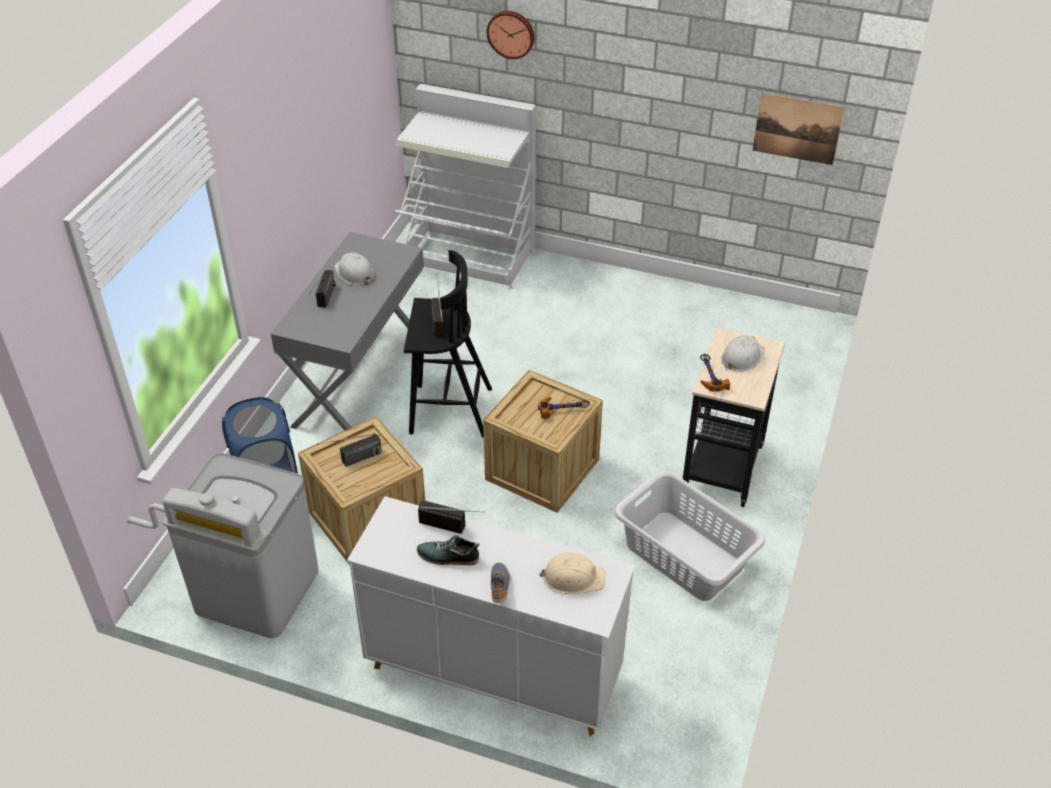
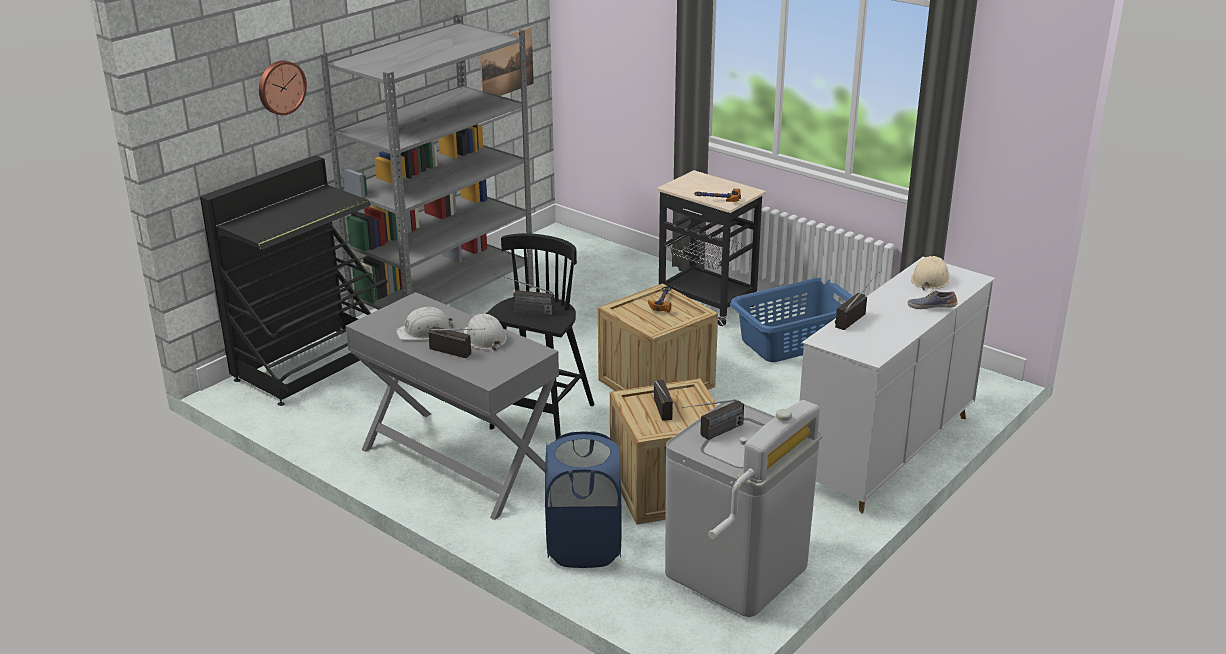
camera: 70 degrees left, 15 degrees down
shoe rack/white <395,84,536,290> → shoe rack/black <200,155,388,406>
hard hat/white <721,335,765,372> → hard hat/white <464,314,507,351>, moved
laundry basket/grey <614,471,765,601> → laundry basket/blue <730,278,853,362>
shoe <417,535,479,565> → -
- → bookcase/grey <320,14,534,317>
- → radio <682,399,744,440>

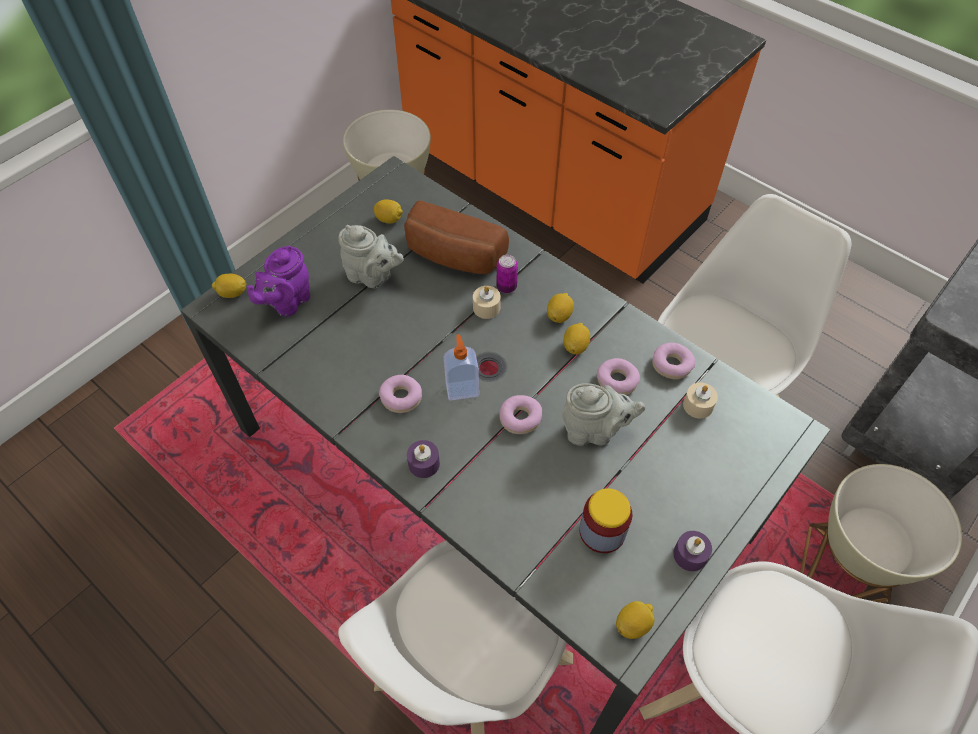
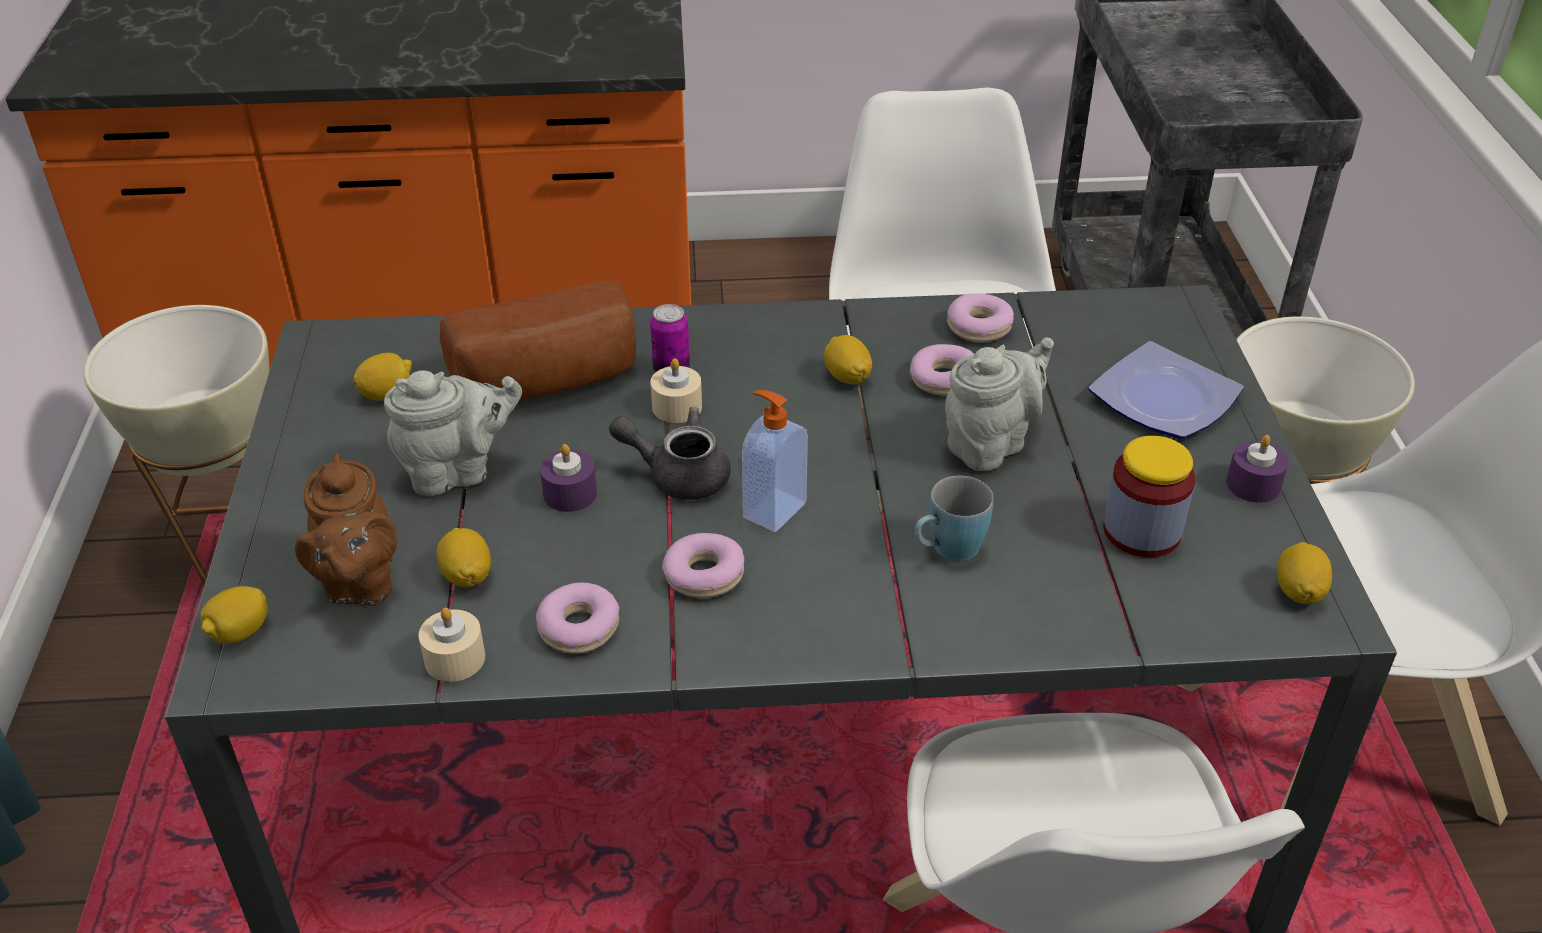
camera: 45 degrees left, 15 degrees down
teapot/purple <247,246,310,317> → teapot/brown <295,453,397,606>
lemon <547,293,574,323> → lemon <436,528,491,587>, moved
candle/beige <683,382,718,419> → candle/beige <419,608,485,682>, moved
donut <499,395,542,434> → donut <536,582,620,654>, moved
candle/purple <407,440,440,478> → candle/purple <540,444,597,512>, moved
- → plate <1088,341,1244,439>
- → teapot/grey <609,407,731,500>
- → mug/blue <915,476,994,561>

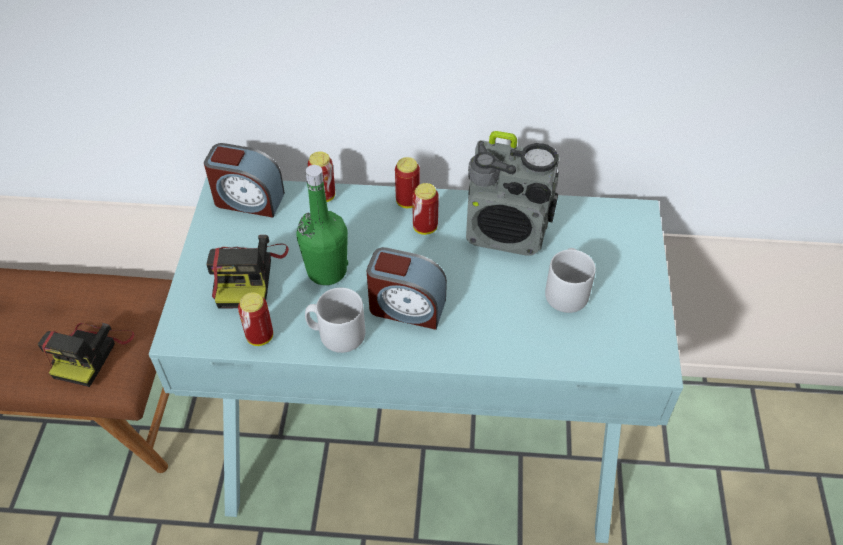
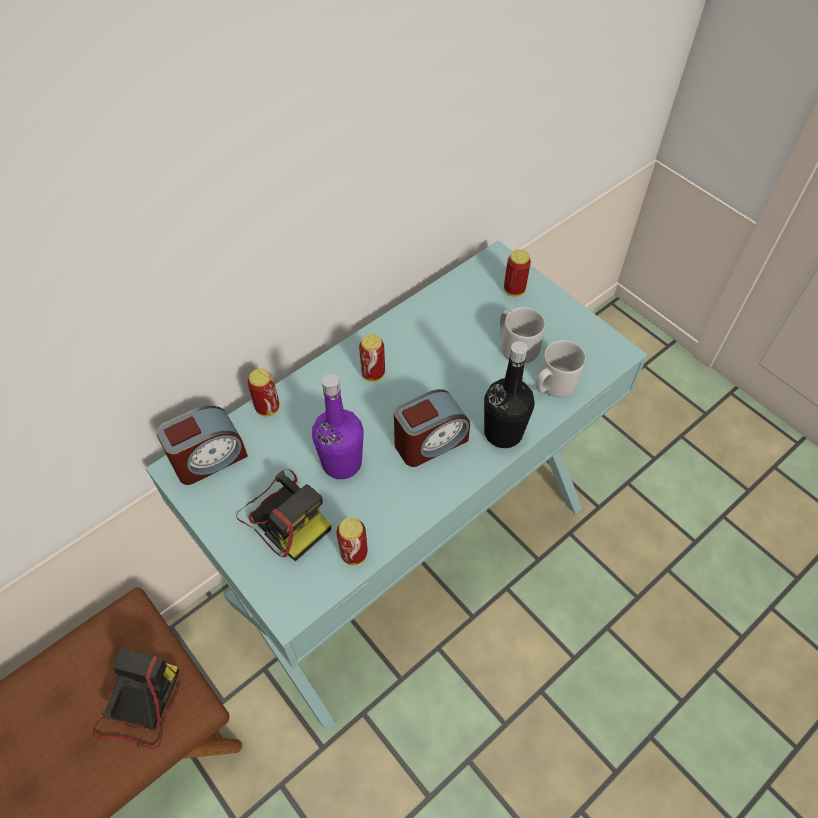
camera: 45 degrees left, 5 degrees up
radio <466,131,559,256> → -
can <395,157,420,208> → can <504,249,531,297>, moved
bottle/green <296,165,348,285> → bottle/purple <312,374,364,479>
mug/grey <305,288,365,353> → mug/grey <536,340,586,398>, moved
photo camera <37,323,134,387> → photo camera <93,648,180,749>, 135 degrees counterclockwise
- → bottle/black <484,341,535,448>

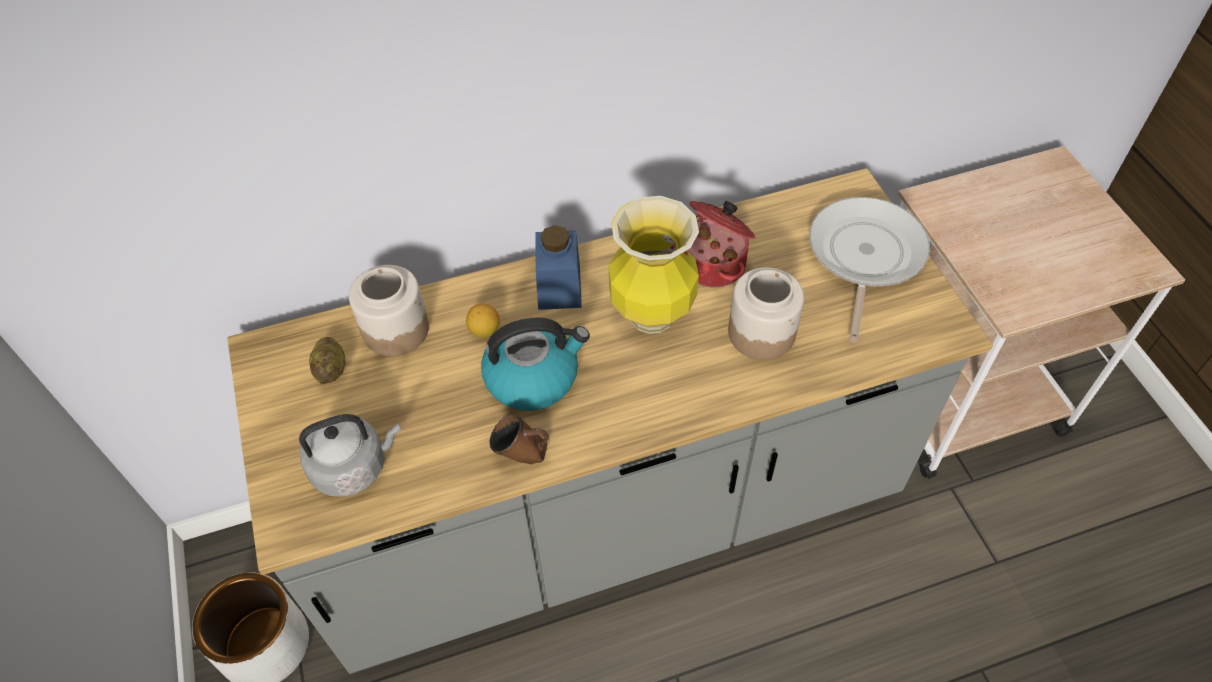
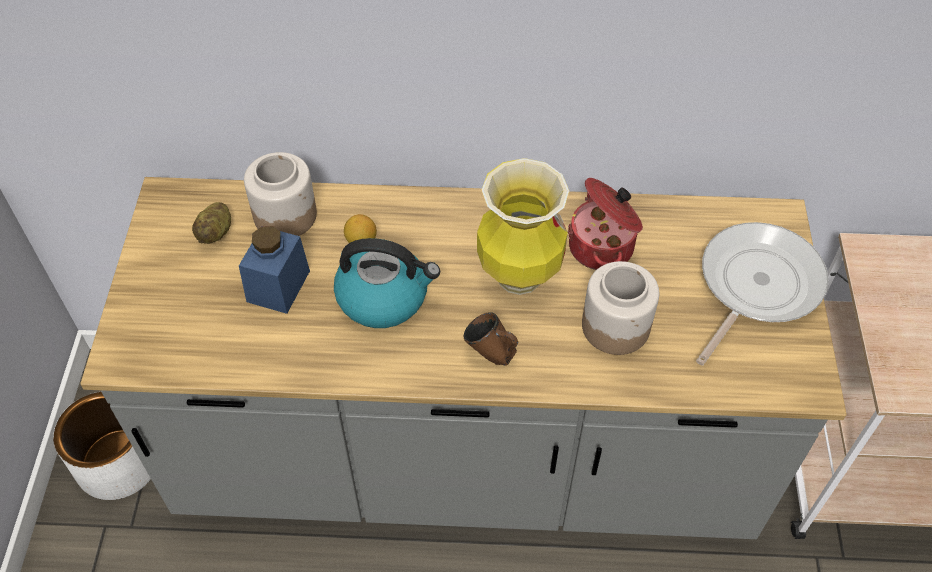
camera: 20 degrees right, 0 degrees up
jar/blue <535,225,582,310> → jar/blue <239,226,310,314>, moved
kettle/grey <299,414,401,497> → -
mug/brown <490,414,549,464> → mug/brown <464,312,518,366>, moved

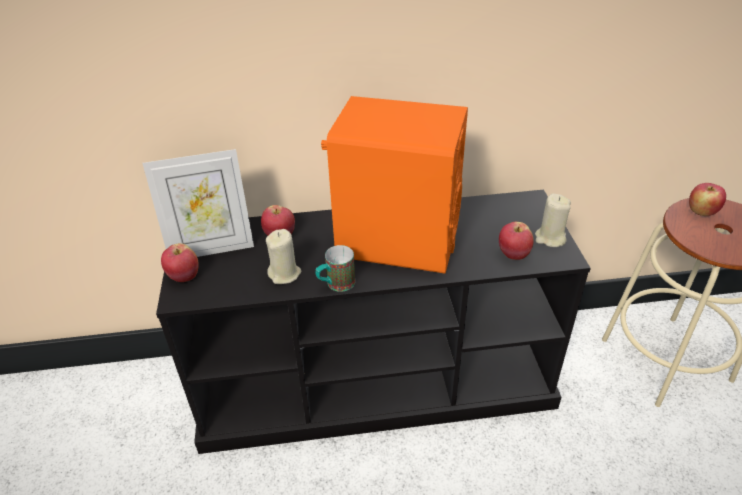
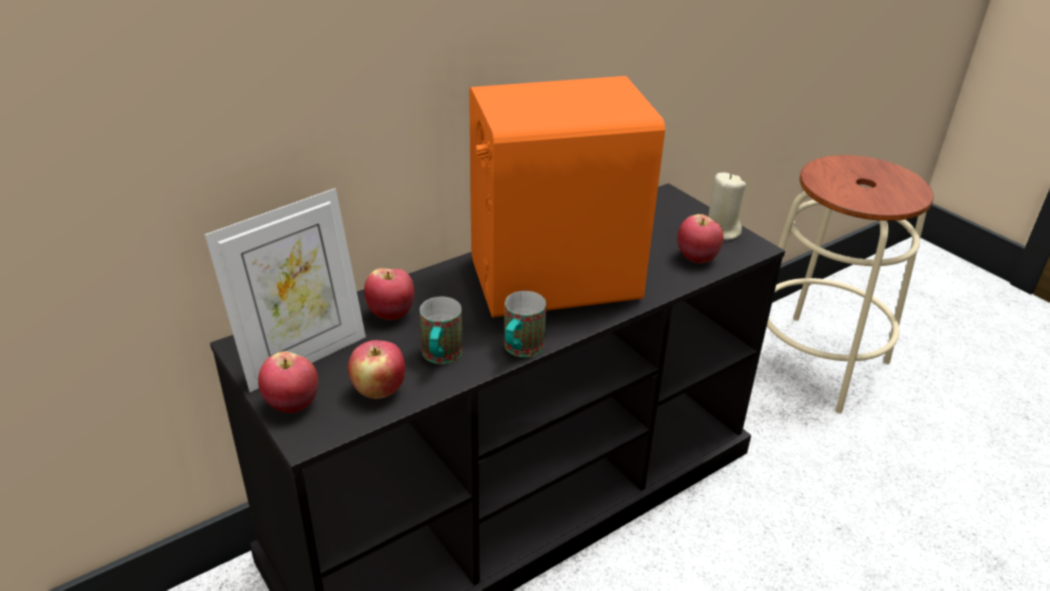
camera: 30 degrees left, 5 degrees down
apple <689,183,726,216> → apple <348,340,406,399>, moved
candle/beige <266,229,301,284> → mug <420,297,463,364>

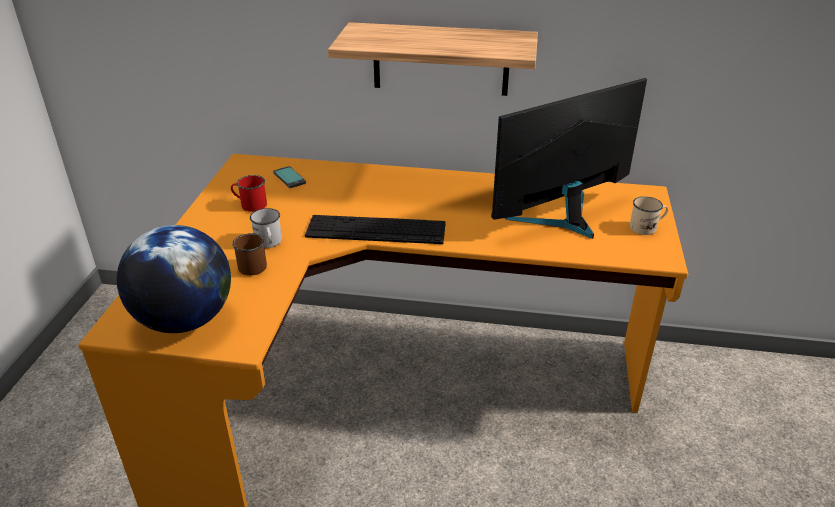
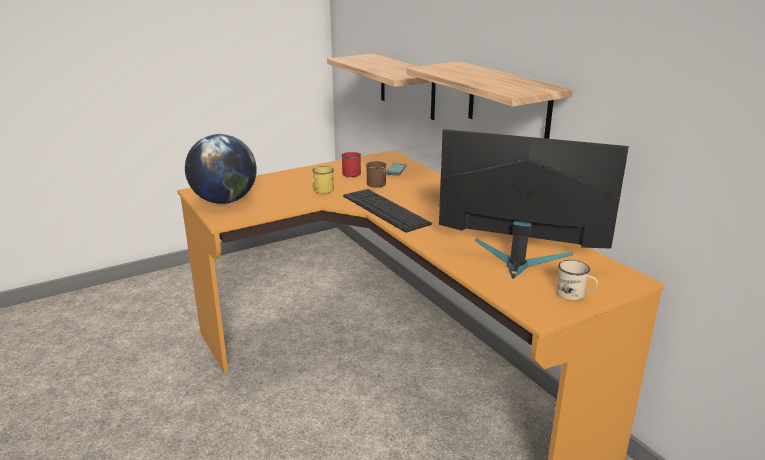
camera: 50 degrees right, 10 degrees down
mug/white <250,208,282,248> → mug/yellow <312,166,334,193>
mug/brown <232,233,267,275> → mug/brown <366,161,387,188>, moved
- → shelf <327,54,436,120>

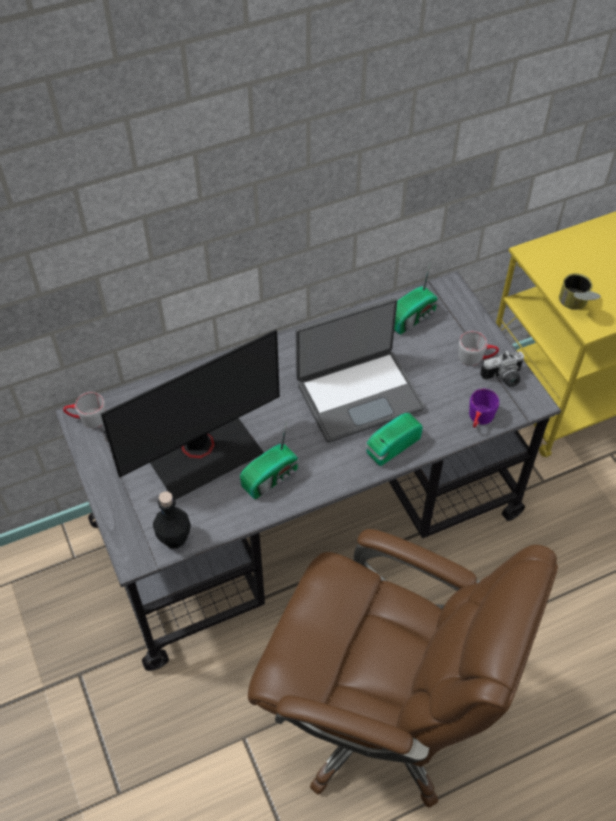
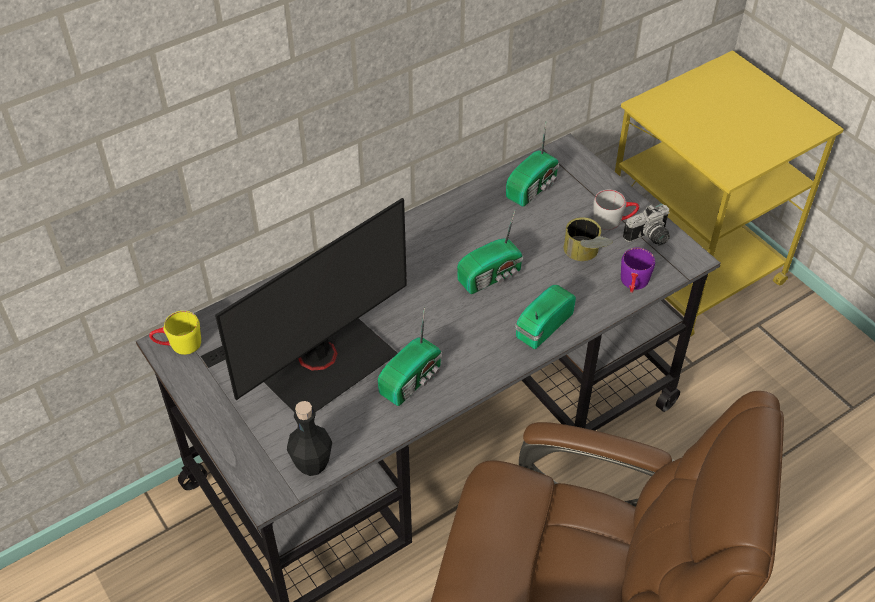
camera: 10 degrees left, 5 degrees down
can <559,273,601,310> → can <564,217,612,261>, moved
laptop <295,298,425,442> → radio <457,211,523,294>
mug/grey <63,392,106,428> → mug/yellow <149,311,201,355>

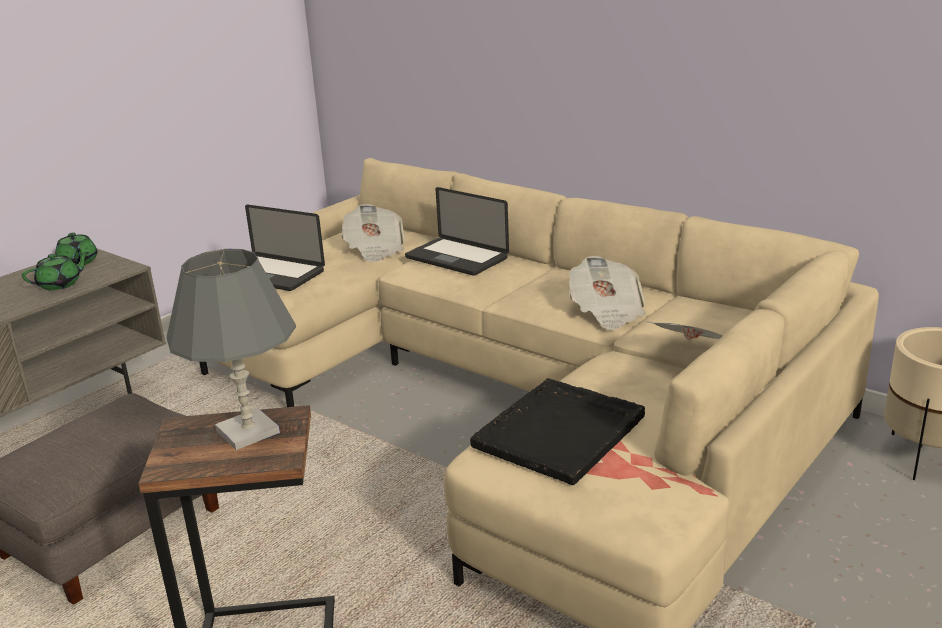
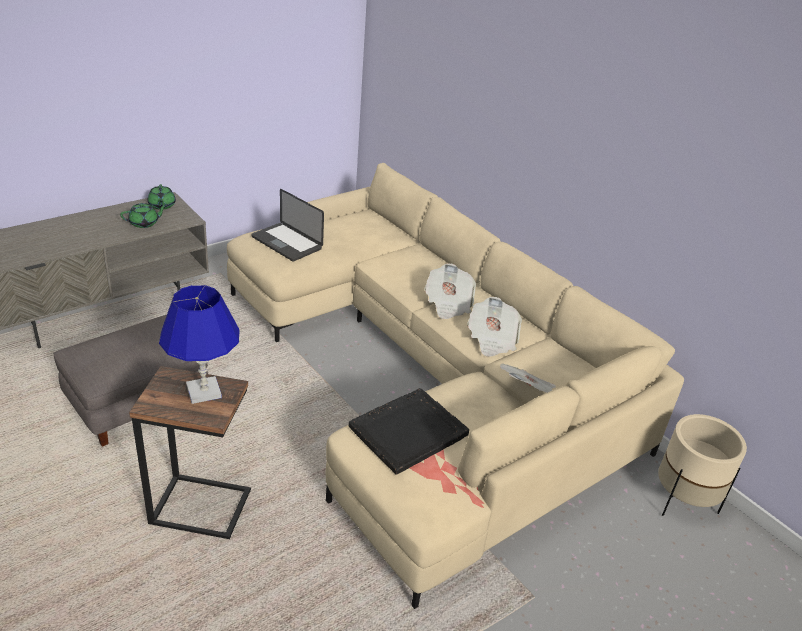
camera: 10 degrees right, 10 degrees up
laptop <405,187,509,276> → -
newspaper <341,204,404,263> → newspaper <424,263,476,319>, moved
table lamp/grey <167,249,296,450> → table lamp/blue <159,285,240,404>

